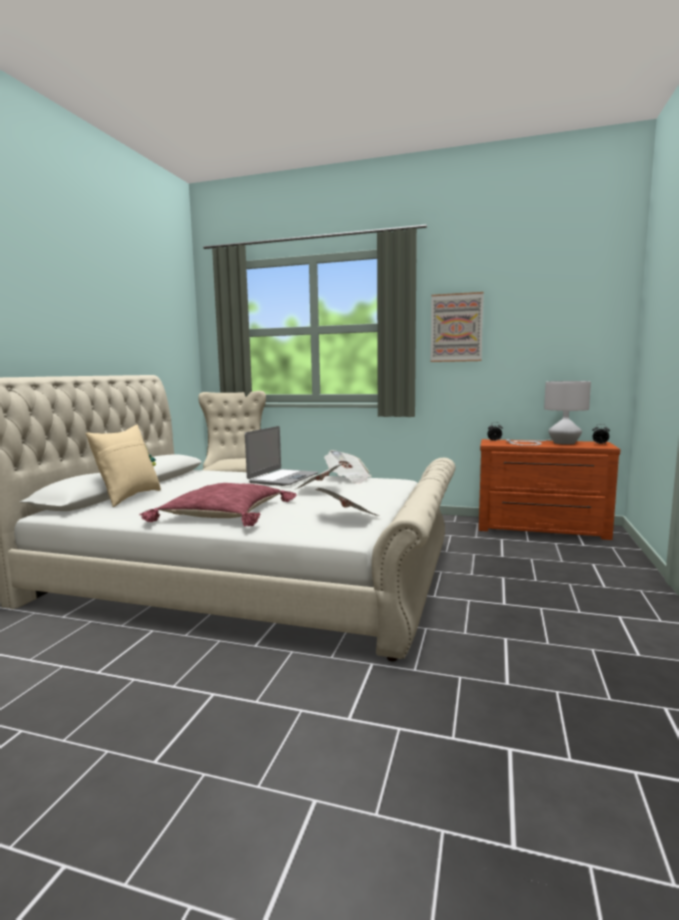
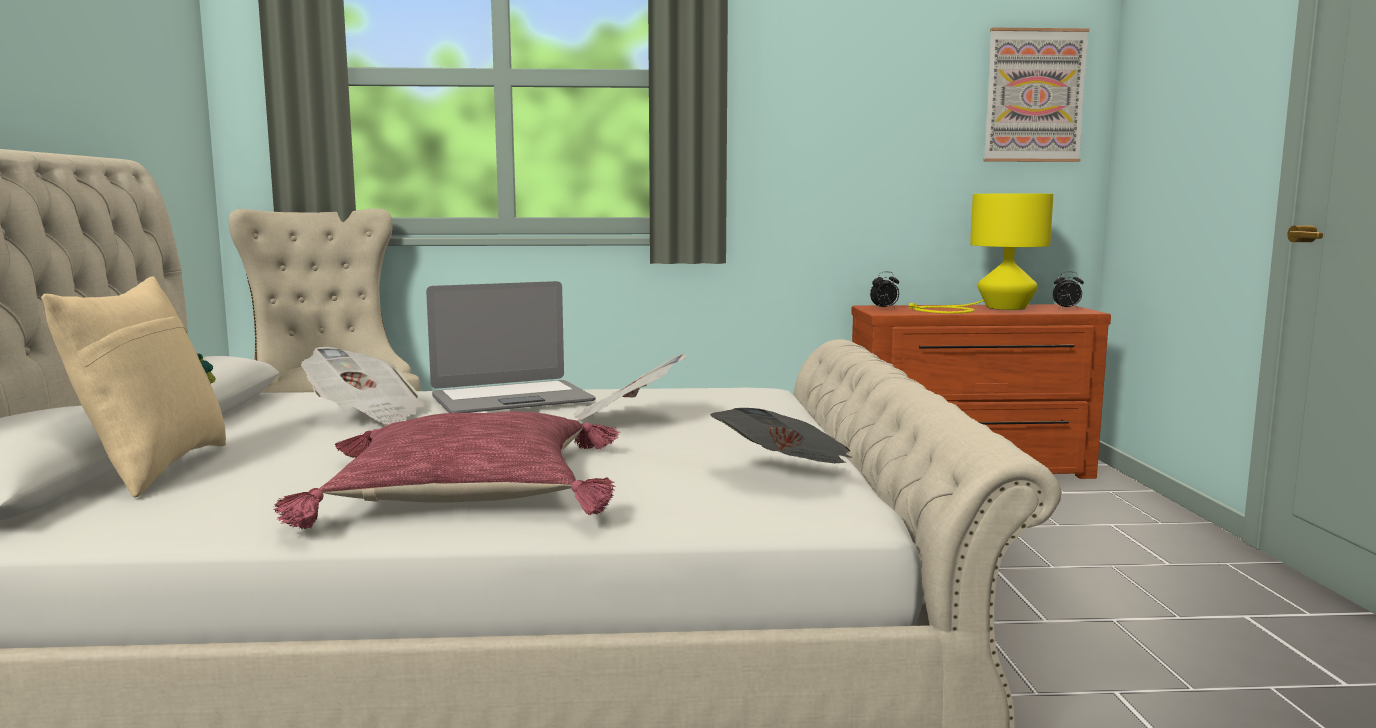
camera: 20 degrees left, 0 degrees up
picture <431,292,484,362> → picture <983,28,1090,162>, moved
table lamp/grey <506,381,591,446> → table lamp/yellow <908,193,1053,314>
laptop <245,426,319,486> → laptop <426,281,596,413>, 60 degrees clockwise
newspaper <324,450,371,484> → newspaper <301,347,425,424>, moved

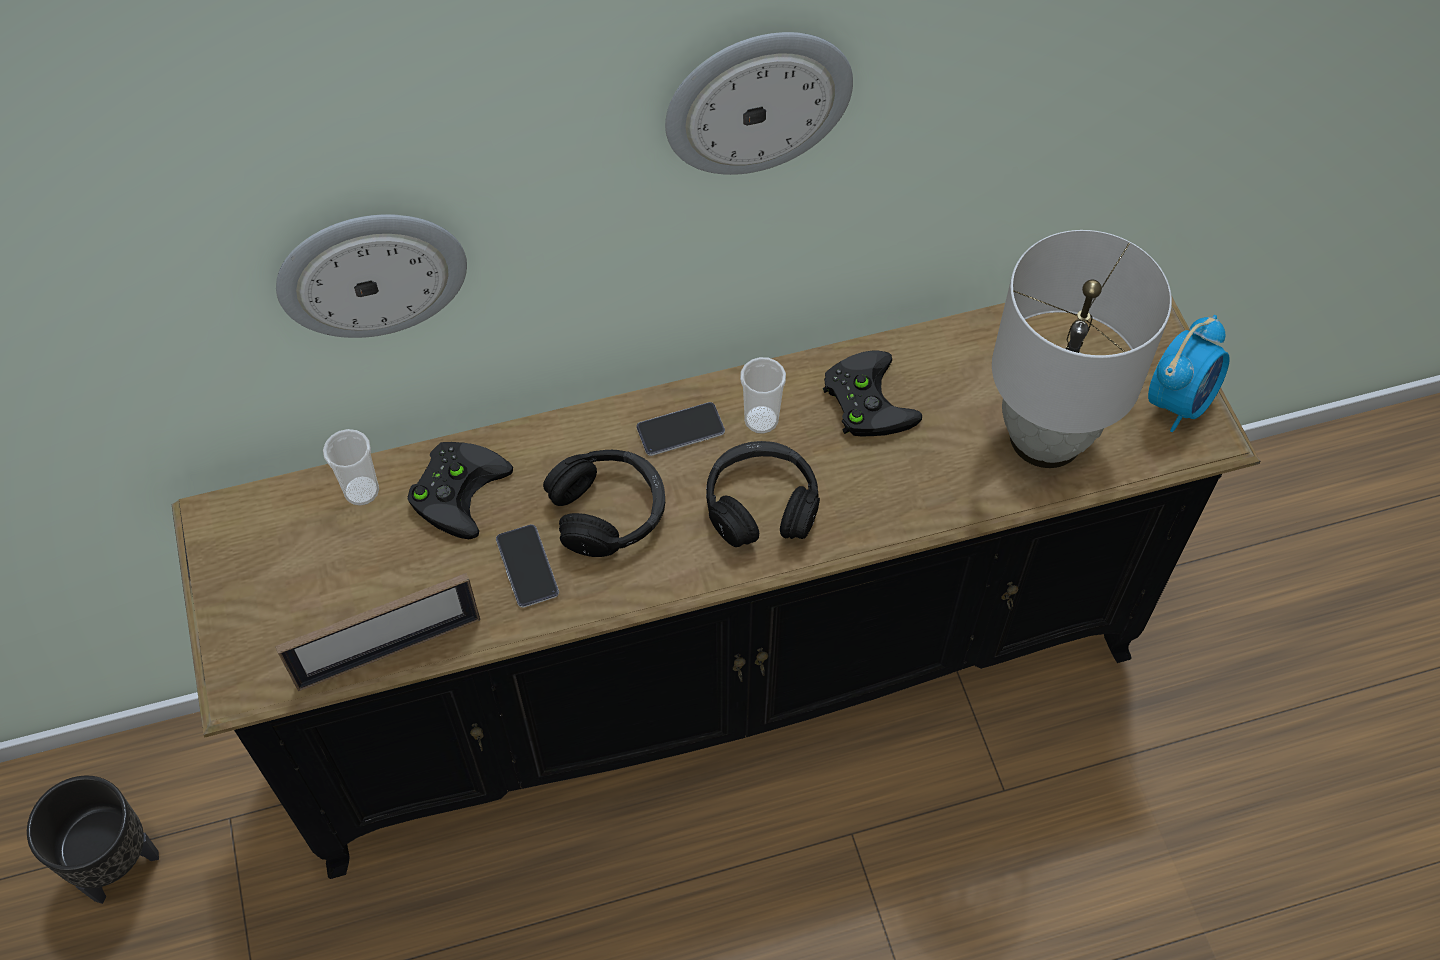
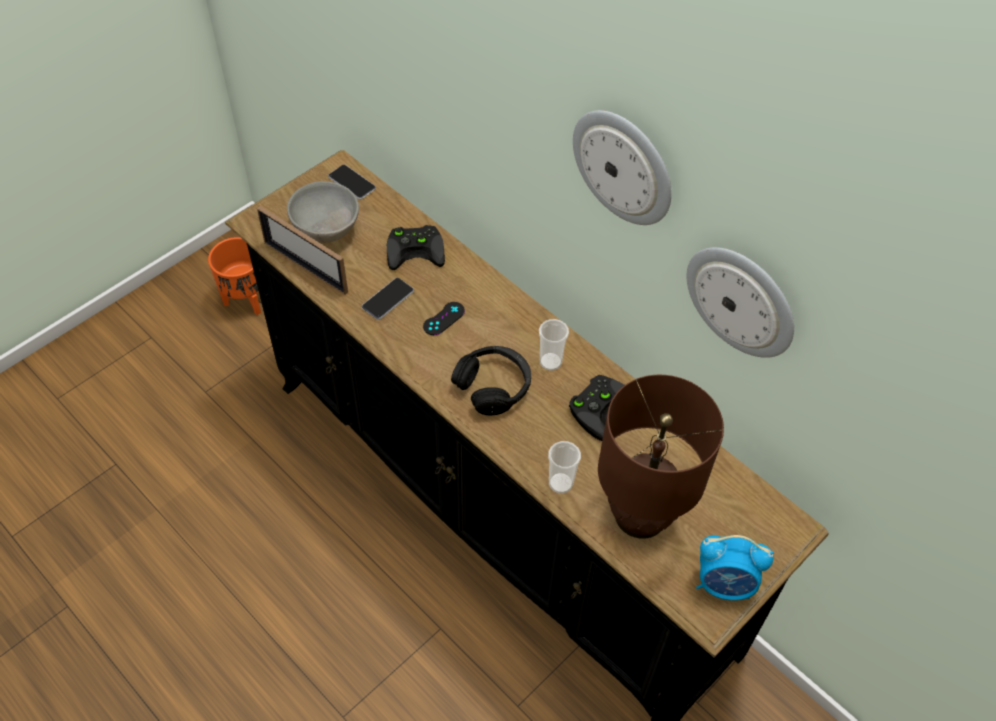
camera: 60 degrees right, 5 degrees down
wall clock <276,214,467,338> → wall clock <687,247,794,358>, moved
table lamp/white <992,230,1172,468> → table lamp/brown <598,375,724,539>
phone <636,402,725,456> → phone <328,165,376,200>, moved
cup <323,429,379,506> → cup <548,441,581,494>, moved
headphones/black <543,450,665,557> → game controller/black <423,302,465,335>
planter/black <27,775,159,904> → planter/orange <208,237,261,315>
- → bowl/grey <287,181,359,243>

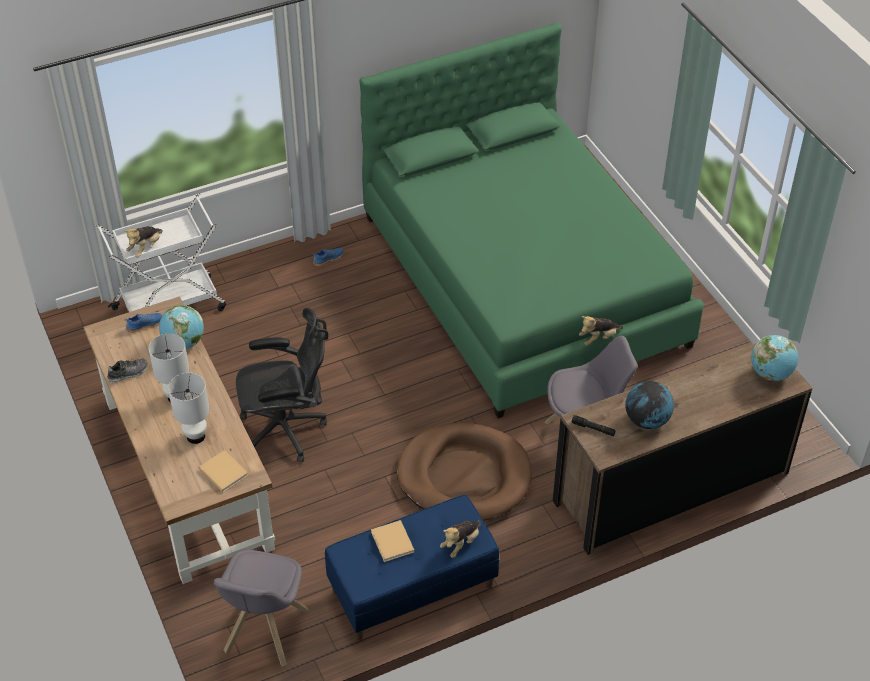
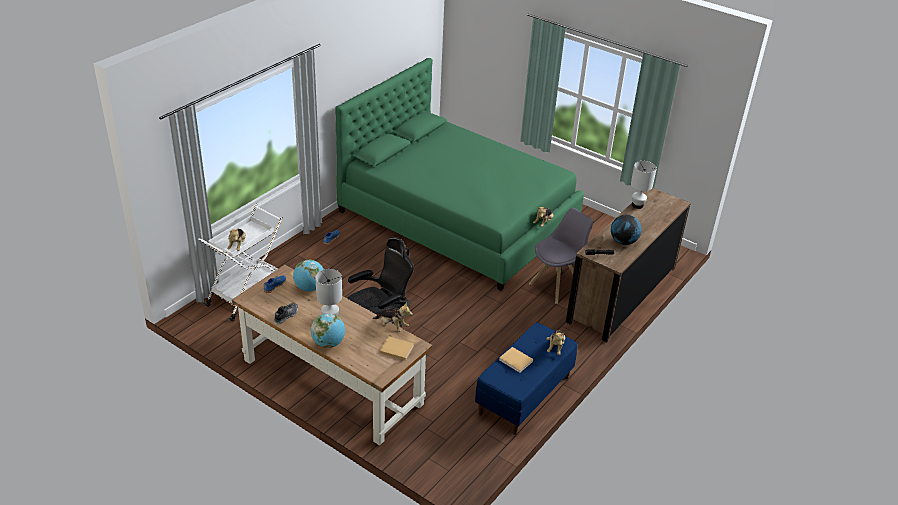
camera: 30 degrees left, 10 degrees down
globe <751,335,798,381> → globe <311,314,345,348>, moved
table lamp/white <168,373,209,444> → table lamp/white <631,161,657,209>, moved
dog bed/brown <397,423,532,521> → -
chair/grey <214,550,309,667> → -
- → plush toy <373,302,413,332>

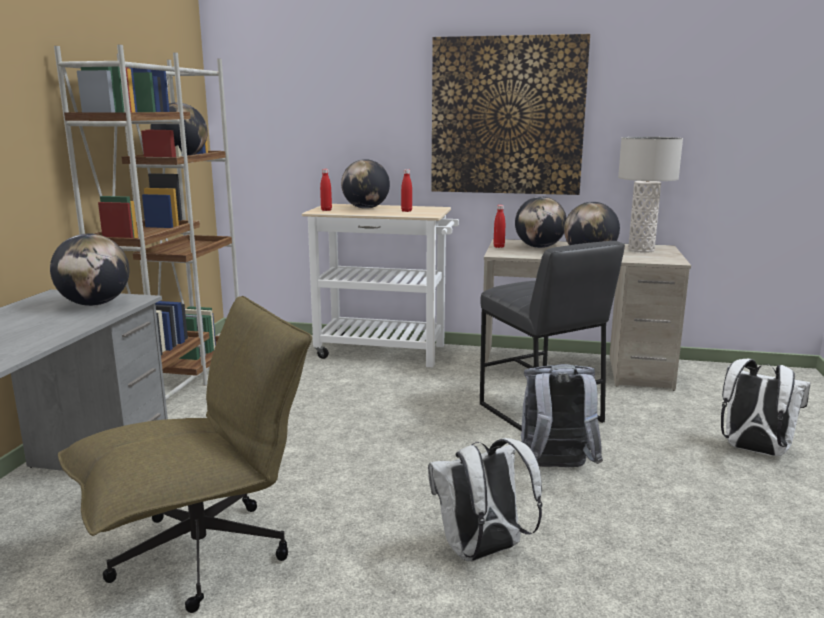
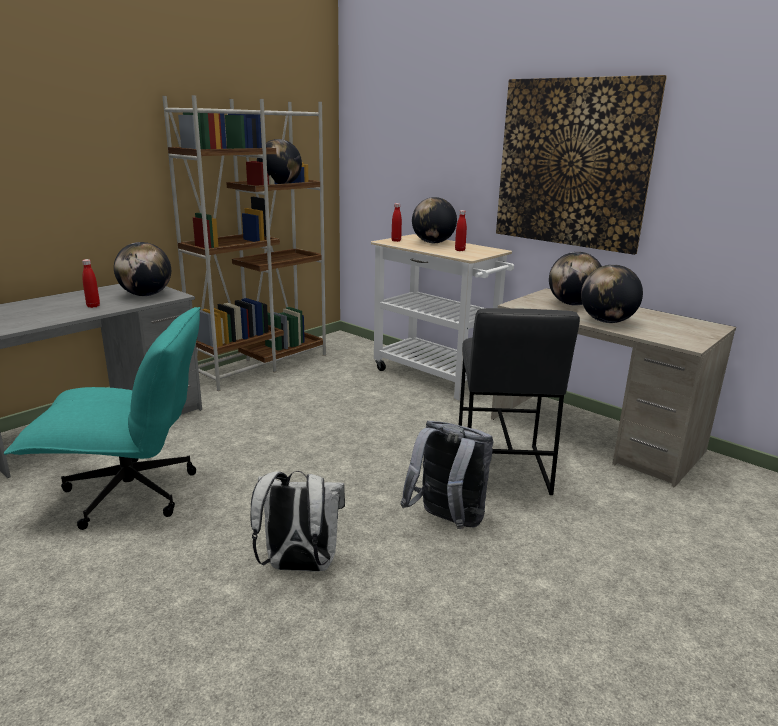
camera: 30 degrees right, 5 degrees up
table lamp/white <618,137,683,253> → -
bottle/red <494,205,505,248> → bottle/red <82,259,100,308>, moved
office chair/beige <58,296,312,613> → office chair/turquoise <4,307,200,530>
backpack/white <721,359,810,456> → -

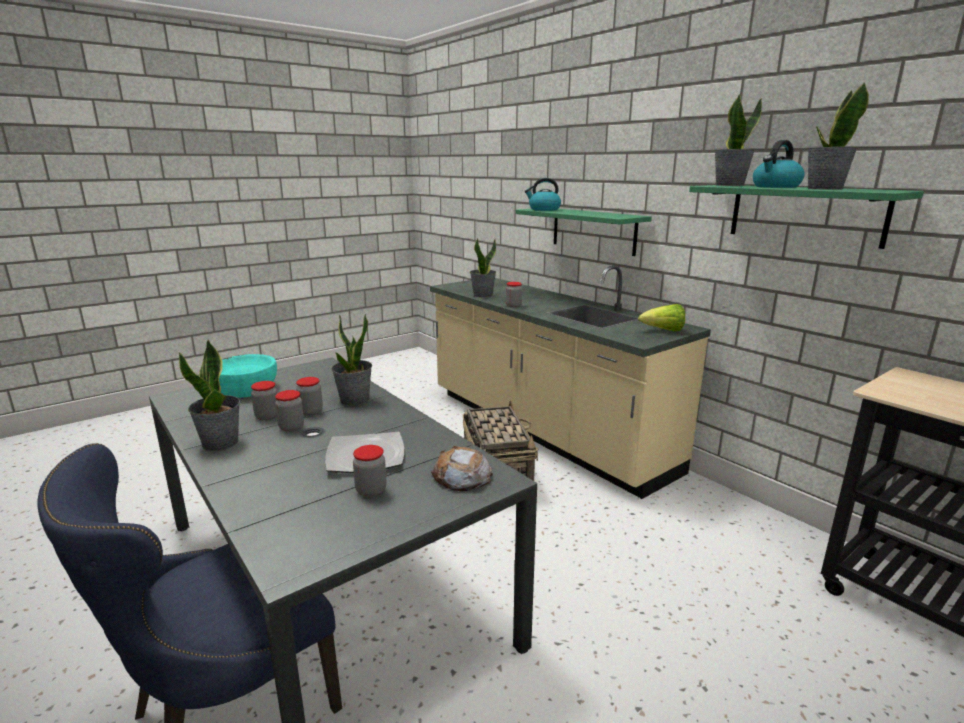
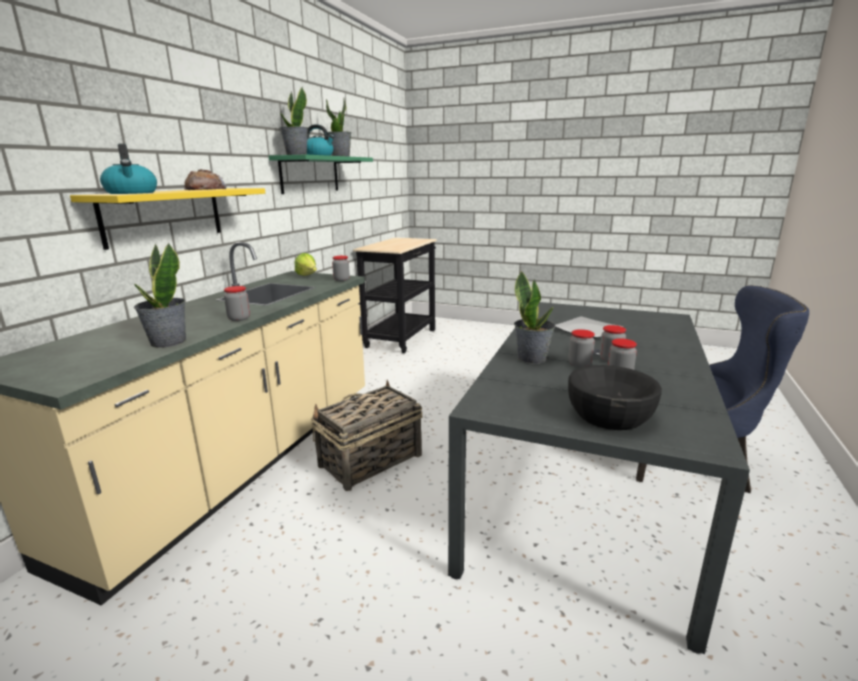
camera: 120 degrees left, 0 degrees up
shelf/green <516,209,652,256> → shelf/yellow <70,188,265,250>
potted plant <179,339,240,451> → -
bowl/turquoise <219,354,277,398> → bowl/black <568,365,662,430>
jar <353,445,386,497> → jar <332,256,350,281>, moved
bread <431,446,493,491> → bread <184,169,226,190>, moved

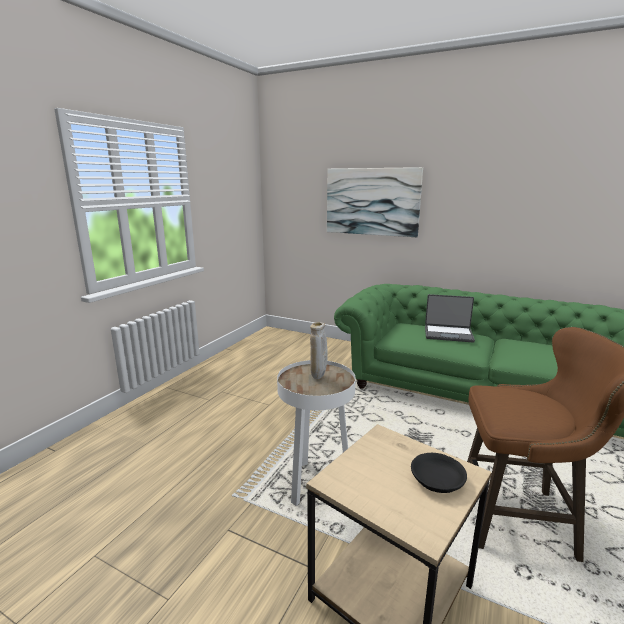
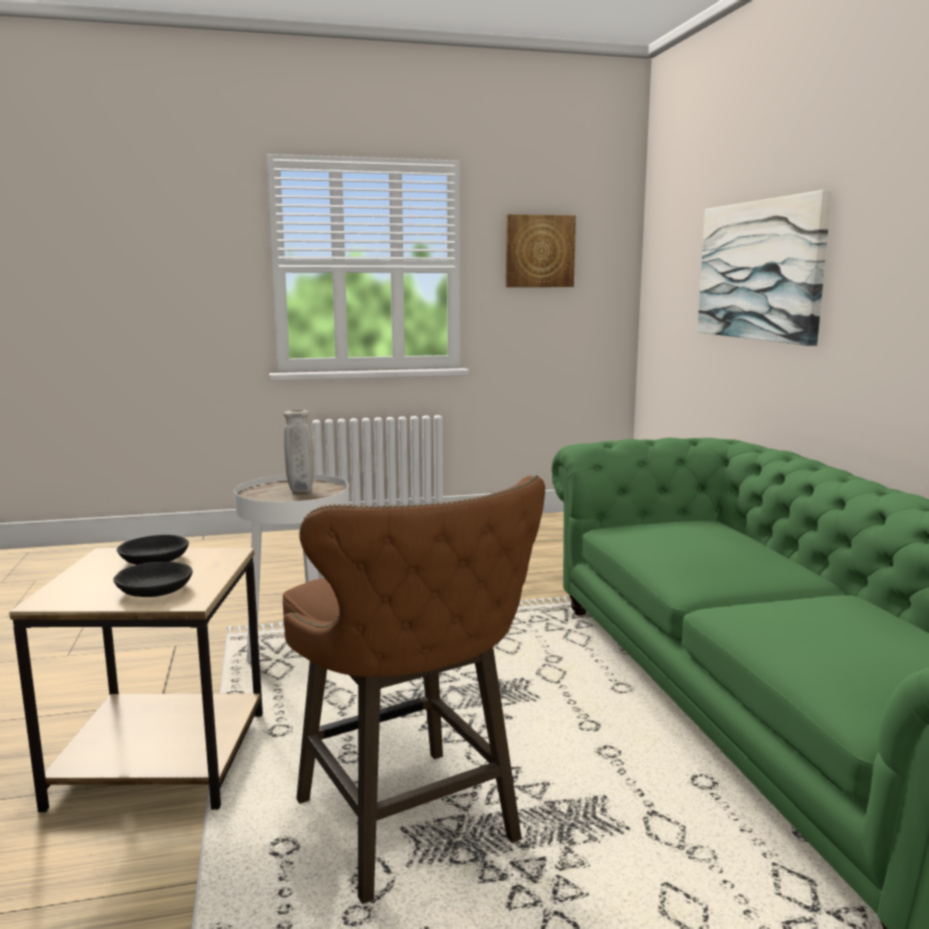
camera: 50 degrees right, 5 degrees down
laptop <425,294,475,343> → -
- → picture <506,214,576,287>
- → bowl/black <117,535,189,565>

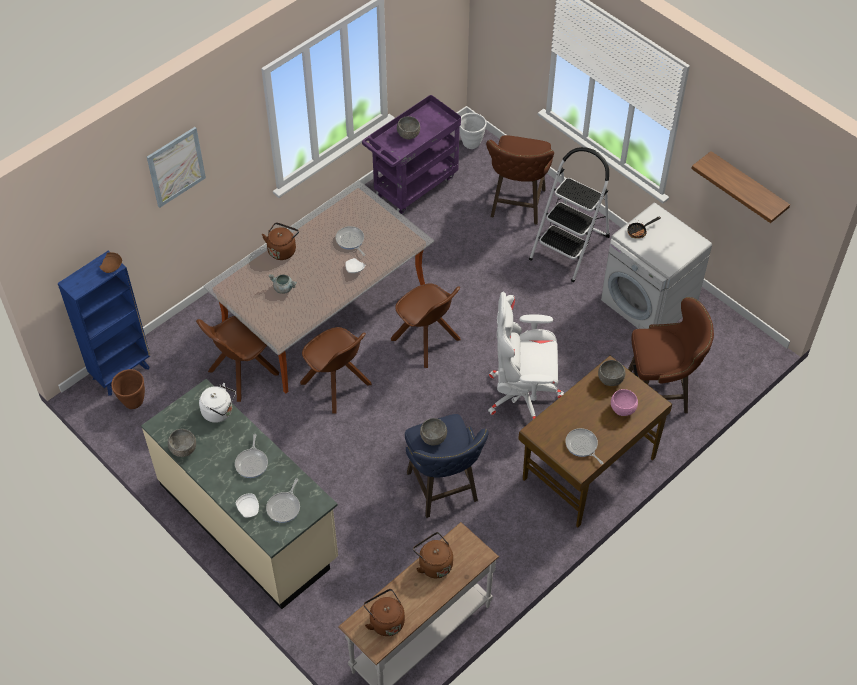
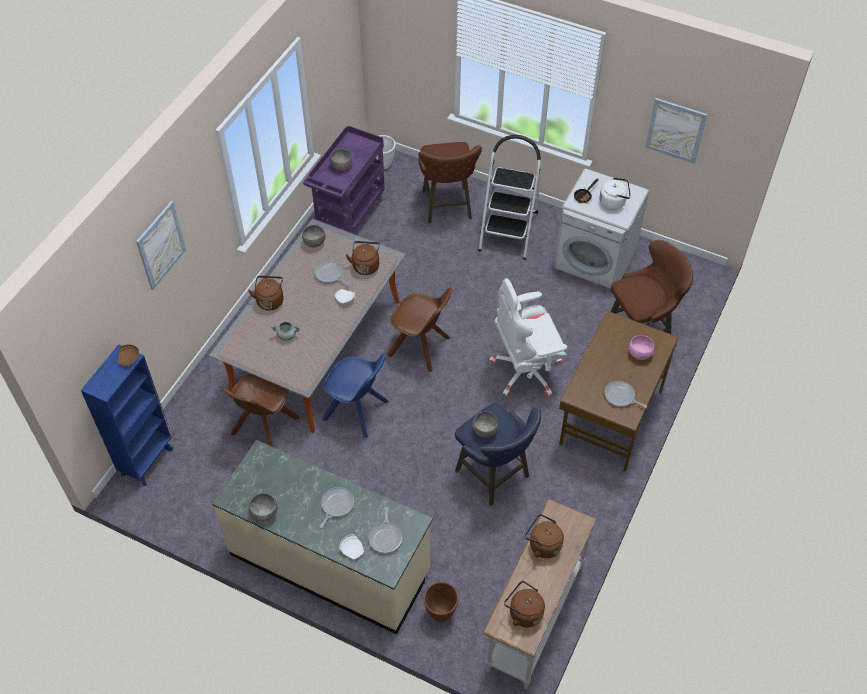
camera: 20 degrees left, 0 degrees up
shelf <691,151,790,223> → picture <645,98,707,164>
chair/brown <300,327,372,414> → chair/blue <322,353,389,438>
bowl/grey <598,360,625,386> → bowl/grey <302,225,326,248>, moved
planter/brown <111,369,145,409> → planter/brown <424,581,459,622>, moved
kettle/white <199,383,236,423> → kettle/white <599,177,631,210>, moved
frying pan <235,434,268,478> → frying pan <320,487,354,528>, 135 degrees counterclockwise
- → kettle/brown <346,241,380,275>

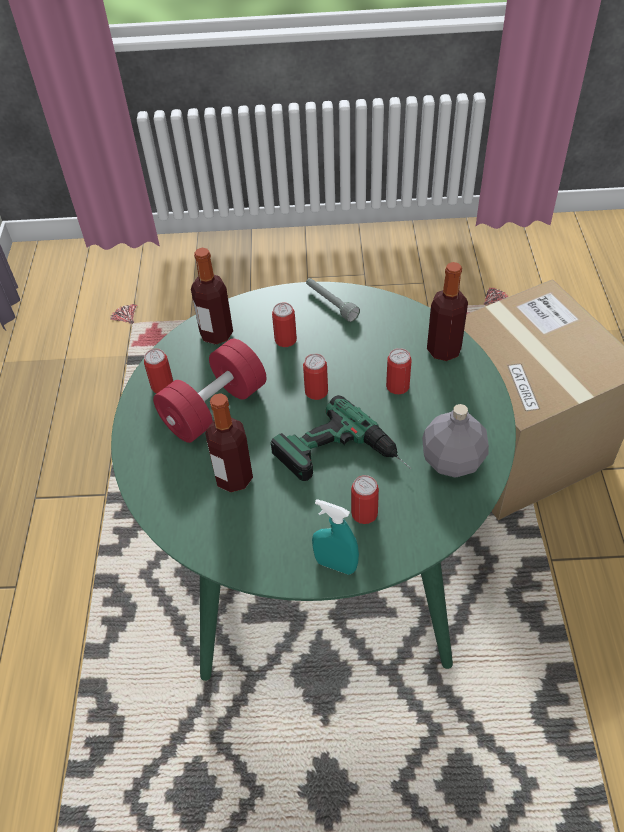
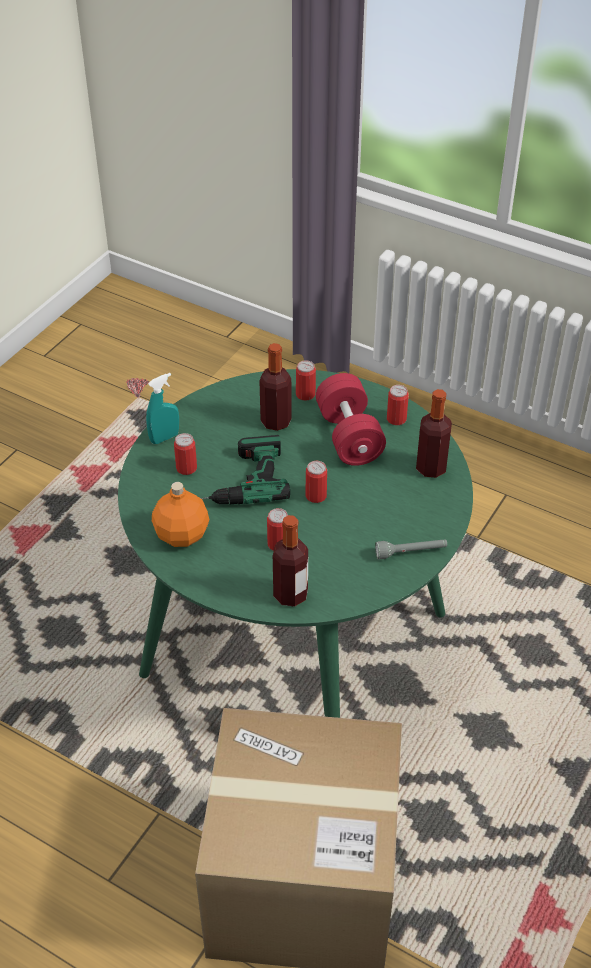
camera: 120 degrees right, 5 degrees down
can <272,302,297,347> → can <296,360,316,401>, moved
bottle/grey <422,404,489,478> → bottle/orange <152,482,209,547>

